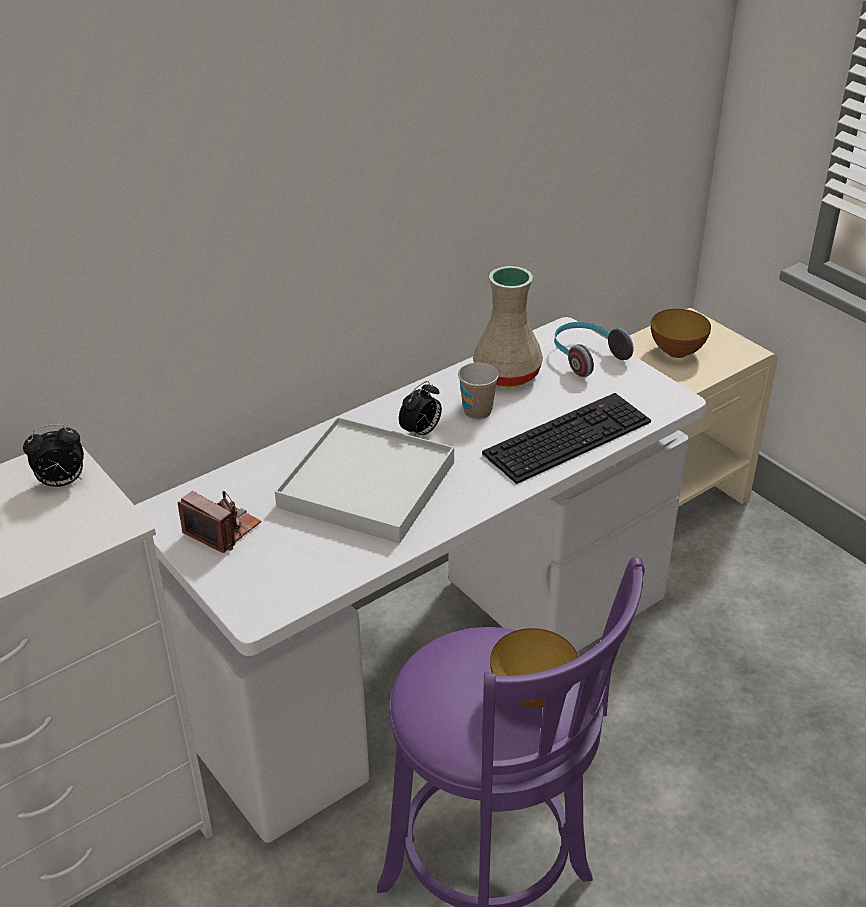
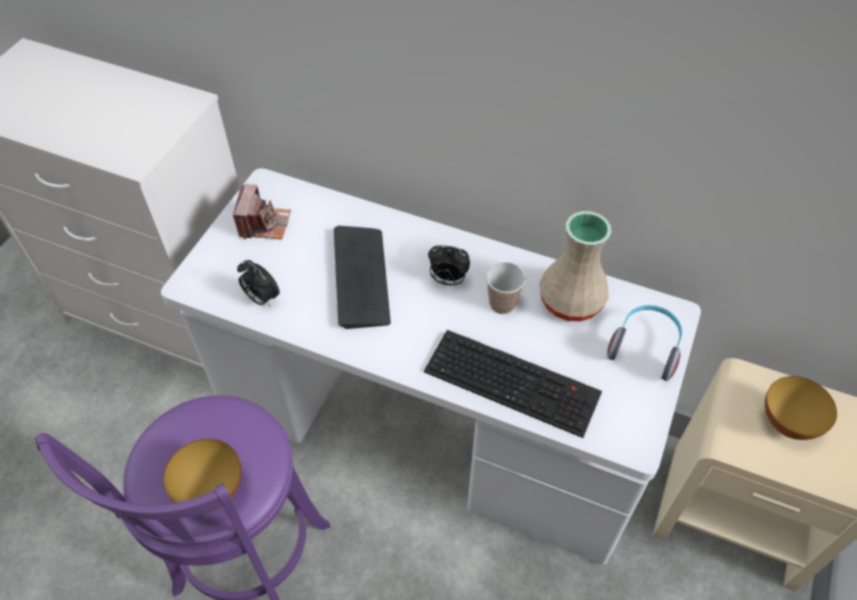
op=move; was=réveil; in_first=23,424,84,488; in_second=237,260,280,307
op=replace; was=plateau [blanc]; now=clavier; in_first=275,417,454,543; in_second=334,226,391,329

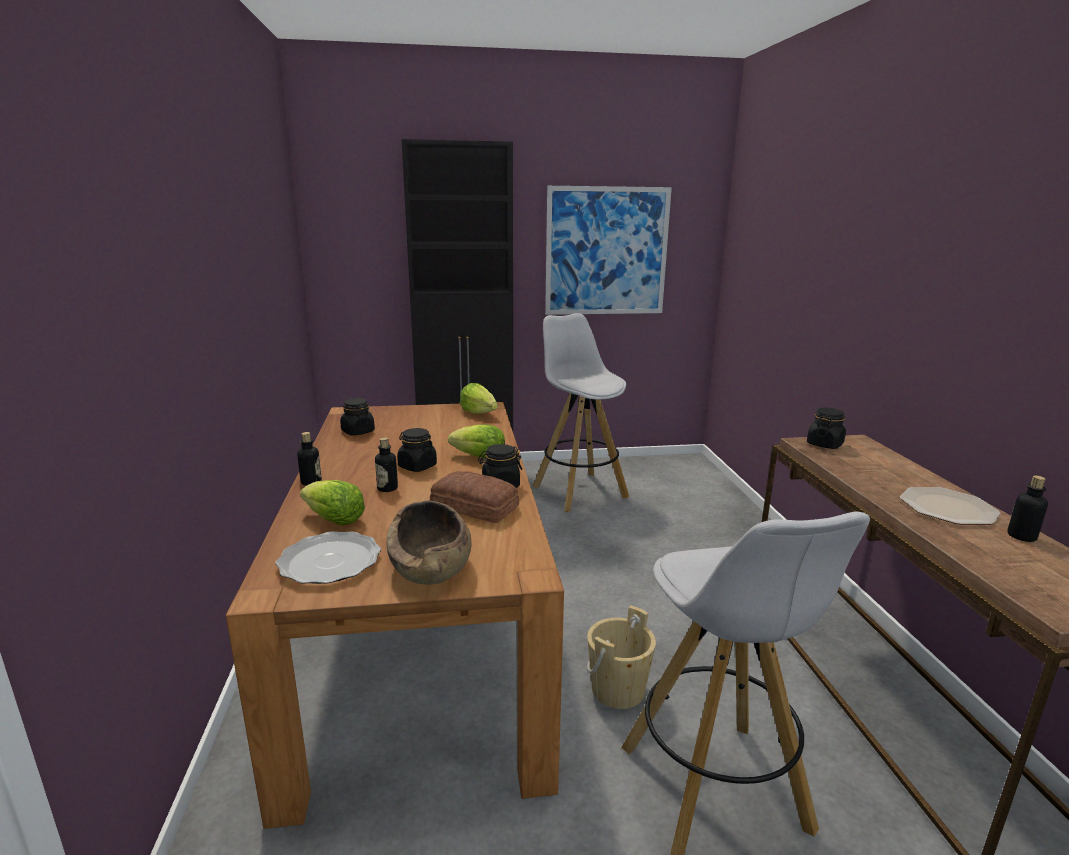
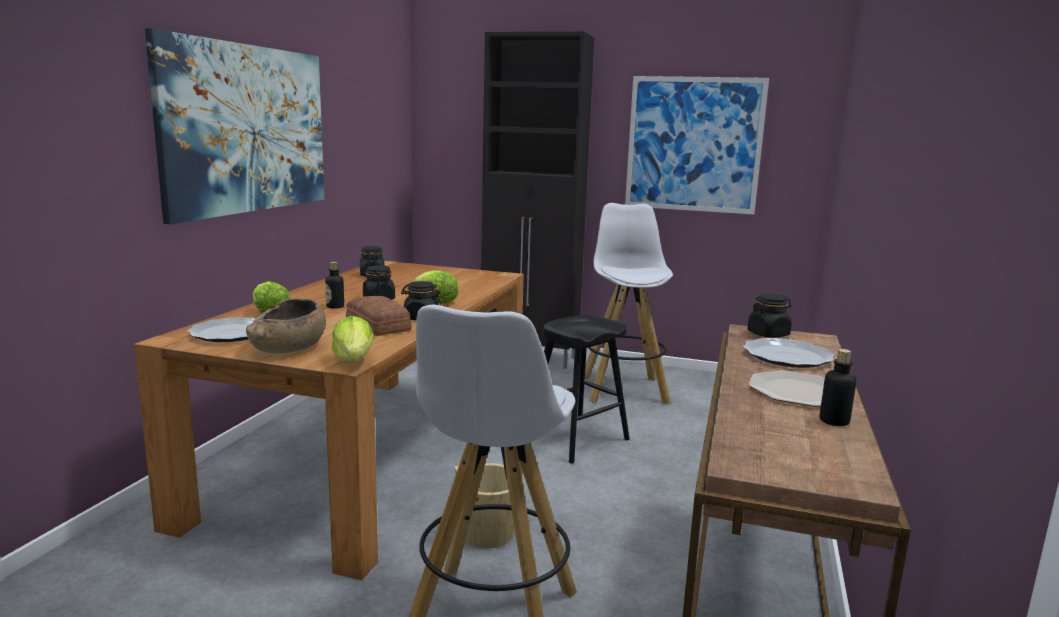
op=insert; now=tableau; in_second=145,28,324,224
op=move; was=laitue; in_first=460,383,498,414; in_second=332,316,374,363
op=insert; now=tabouret [noir]; in_second=543,316,629,464
op=insert; now=assiette; in_second=743,338,835,368
op=delete; was=bouteille; in_first=297,432,322,486

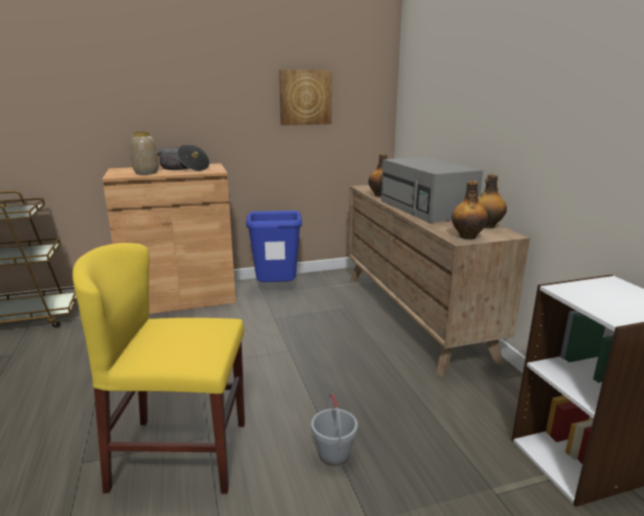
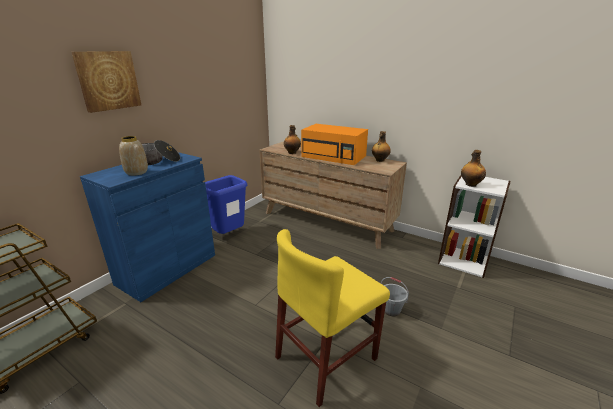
op=move; was=tableau; in_first=279,70,332,125; in_second=72,51,141,113
op=recolor; was=meuble de rangement [marron]; now=meuble de rangement [bleu]; in_first=102,163,236,314; in_second=80,152,215,302
op=recolor; was=micro-ondes [gris]; now=micro-ondes [orange]; in_first=381,157,483,223; in_second=301,124,368,165
op=move; was=bouteille; in_first=451,181,488,240; in_second=461,150,486,187

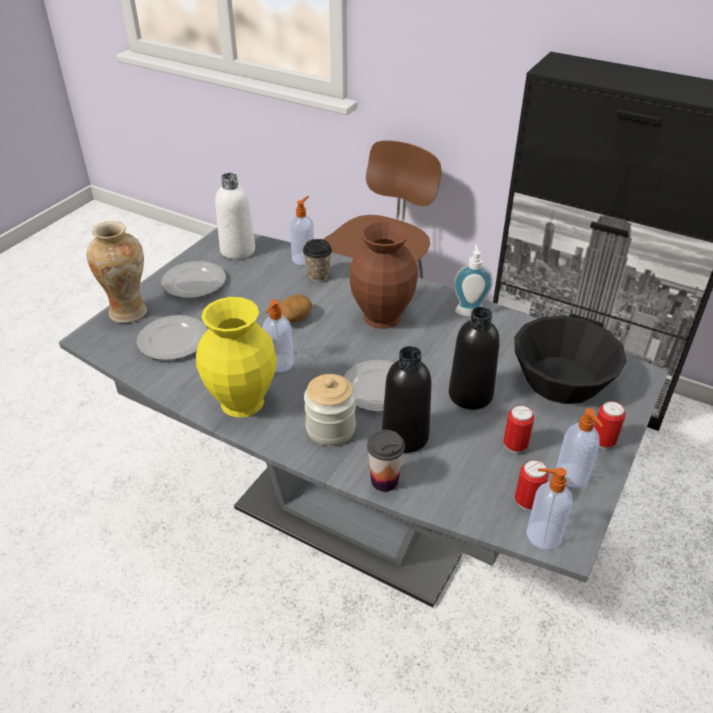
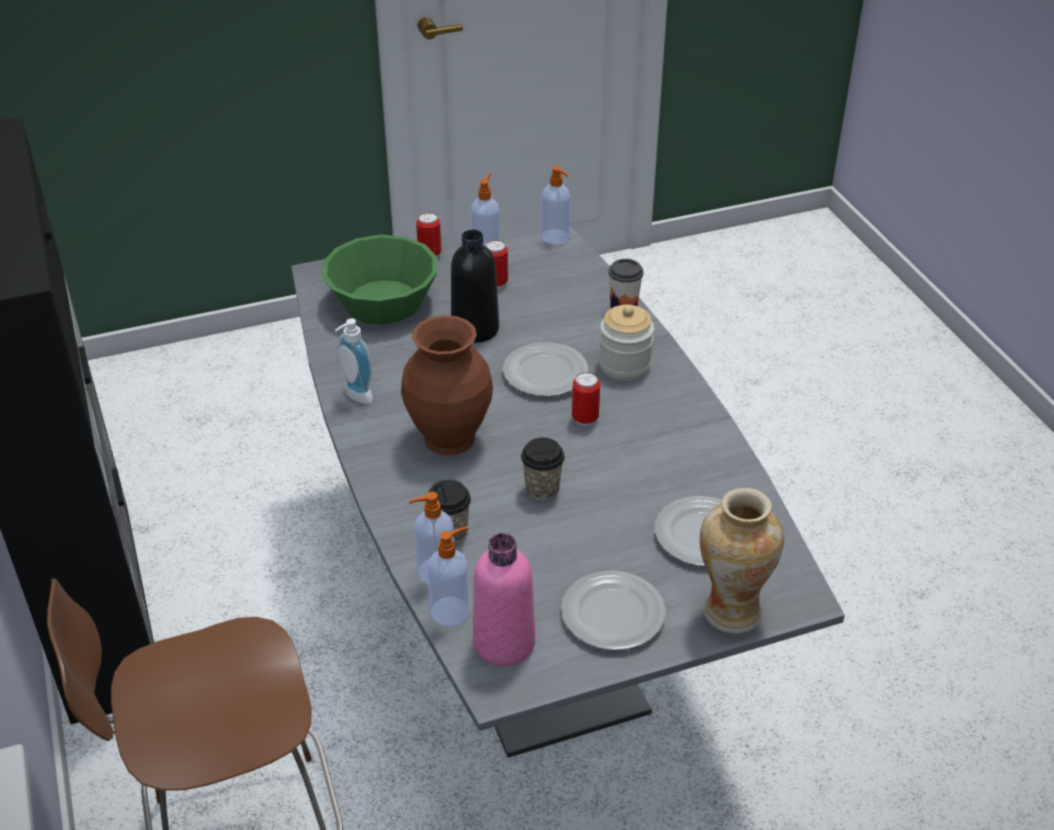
op=recolor; was=bol [noir]; now=bol [vert]; in_first=514,316,627,404; in_second=322,235,438,325
op=move; was=distributeur de savon; in_first=262,299,294,372; in_second=427,526,470,626
op=recolor; was=bouteille [blanc]; now=bouteille [rose]; in_first=215,173,255,260; in_second=473,533,535,666
op=replace; was=pomme de terre; now=tasse; in_first=278,294,312,323; in_second=521,438,565,500
op=move; was=boîte métallique; in_first=515,460,549,510; in_second=572,372,600,426
op=delete; was=vase [jaune]; in_first=196,297,277,418
op=delete; was=bouteille [noir]; in_first=382,346,431,453

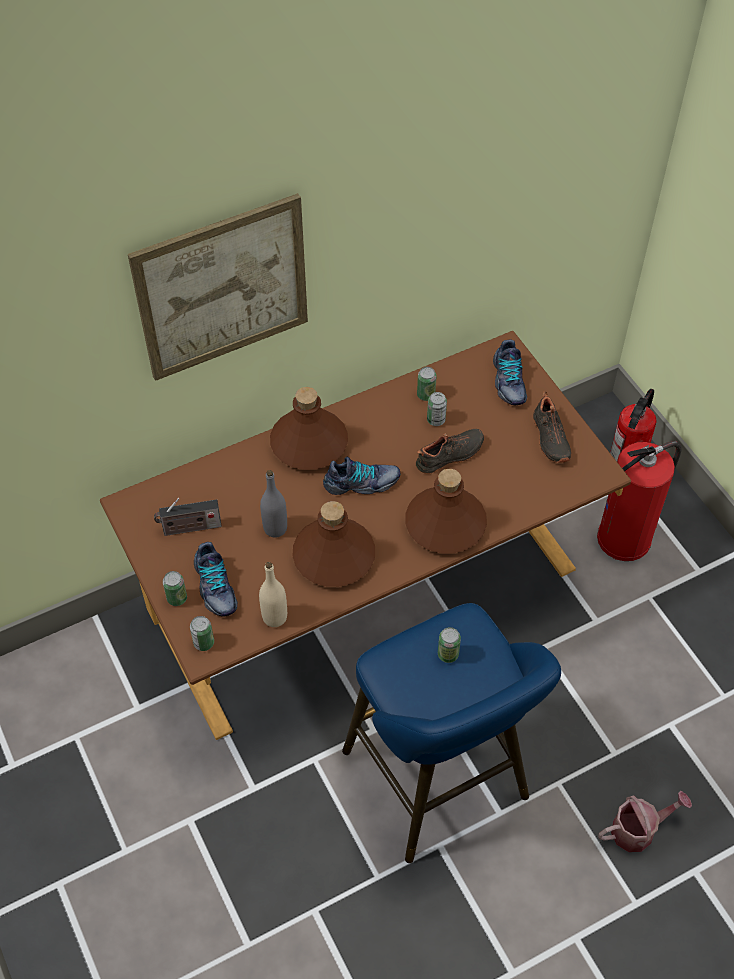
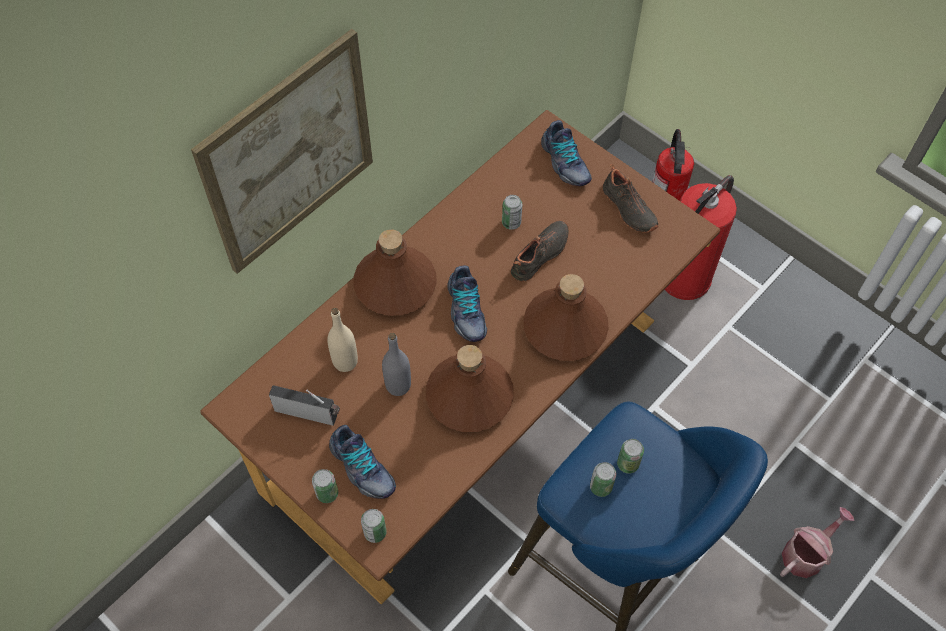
op=rotate; was=radio; in_first=154,498,222,536; in_second=269,385,340,426; clockwise=-135
op=move; was=bouteille [beige]; in_first=259,562,287,627; in_second=327,308,358,372
op=rotate; was=chaussure; in_first=323,457,400,495; in_second=448,265,487,342; clockwise=105
op=move; was=boîte métallique; in_first=417,367,437,401; in_second=590,462,616,497

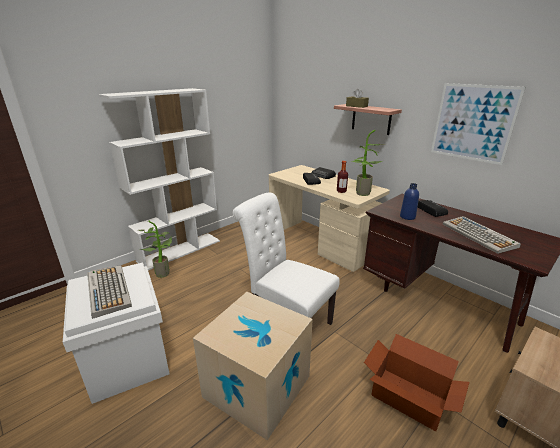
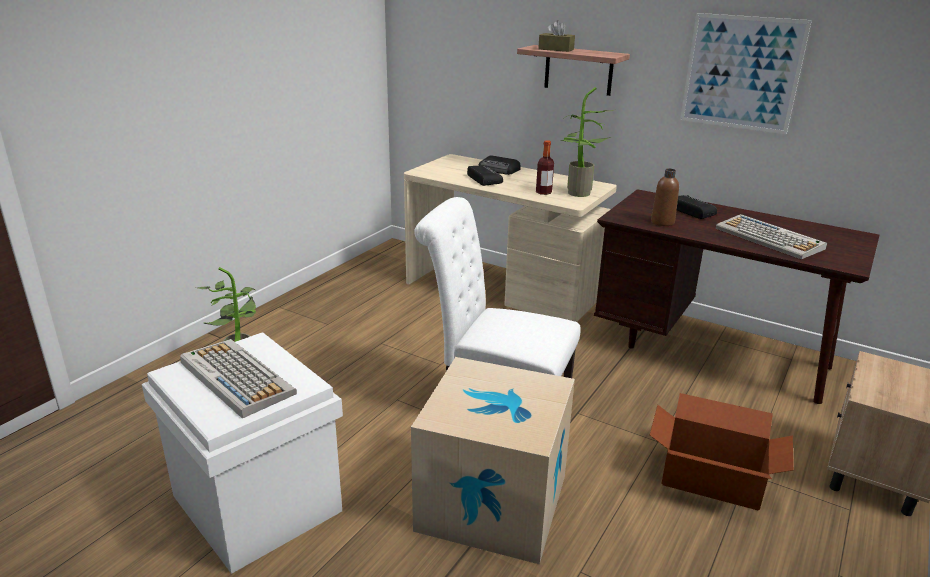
op=recolor; was=bouteille [bleu]; now=bouteille [marron]; in_first=400,183,419,220; in_second=651,169,679,226
op=delete; was=bibliothèque [blanc]; in_first=99,88,220,270

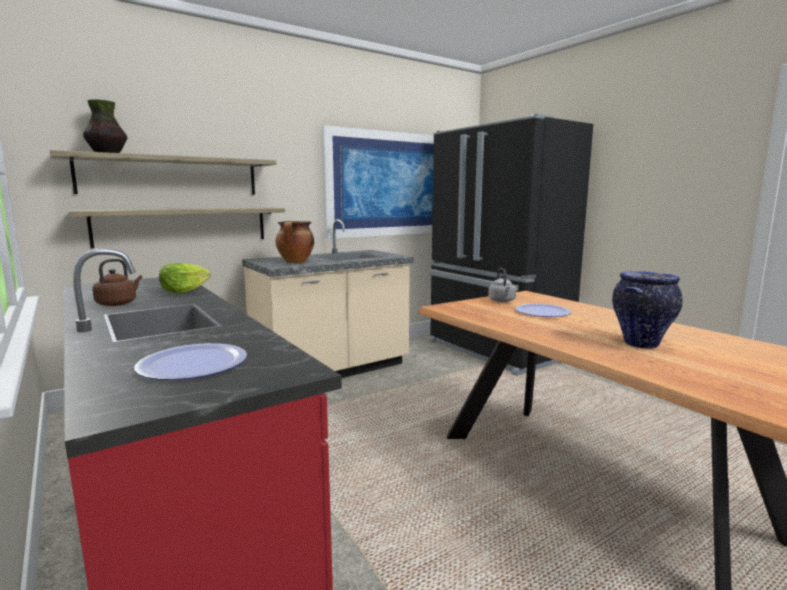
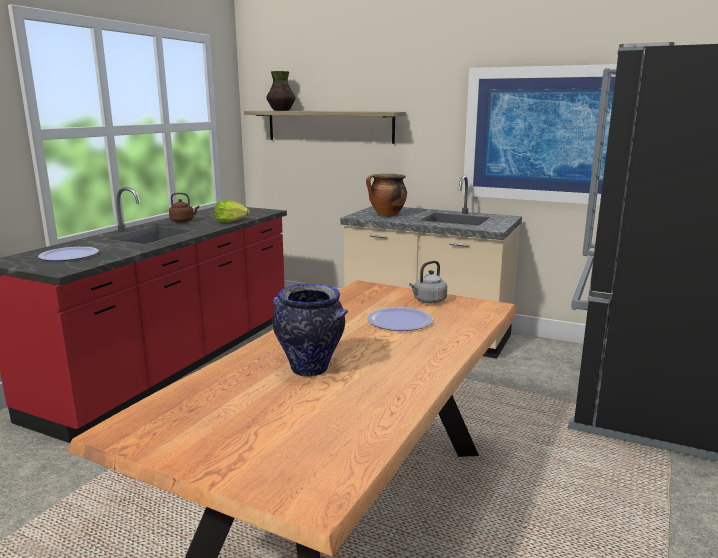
op=delete; was=étagère; in_first=69,208,285,248

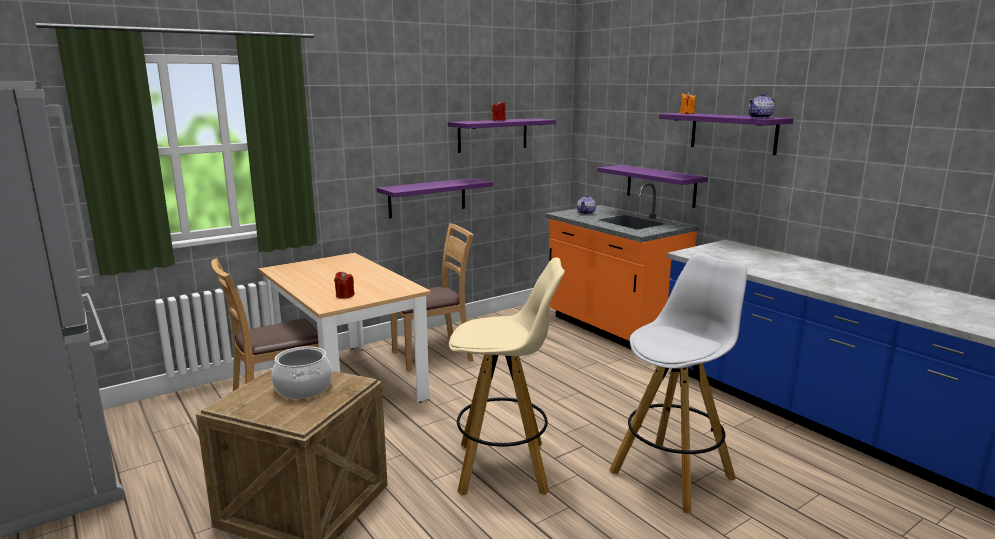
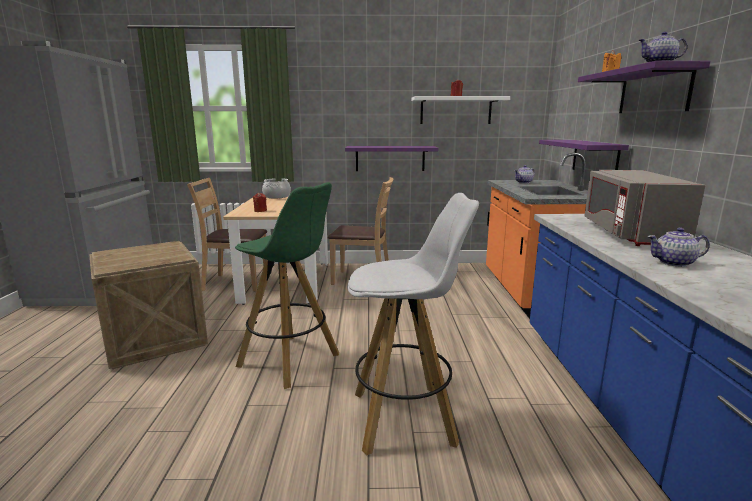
op=recolor; was=tabouret [beige]; now=tabouret [vert]; in_first=449,257,565,496; in_second=235,182,339,389
op=move; was=marmite; in_first=272,346,333,399; in_second=262,178,291,198
op=recolor; was=étagère [violet]; now=étagère [blanc]; in_first=448,118,556,153; in_second=411,96,510,124
op=insert; now=micro-ondes [gris]; in_second=584,170,706,246
op=insert; now=théière; in_second=647,228,710,267

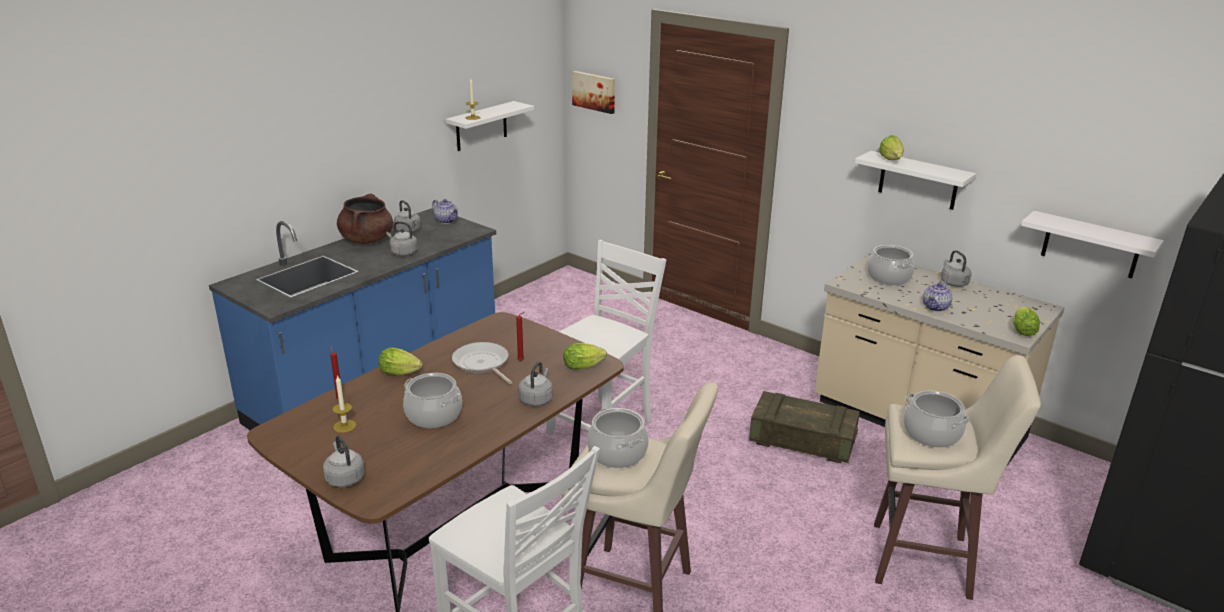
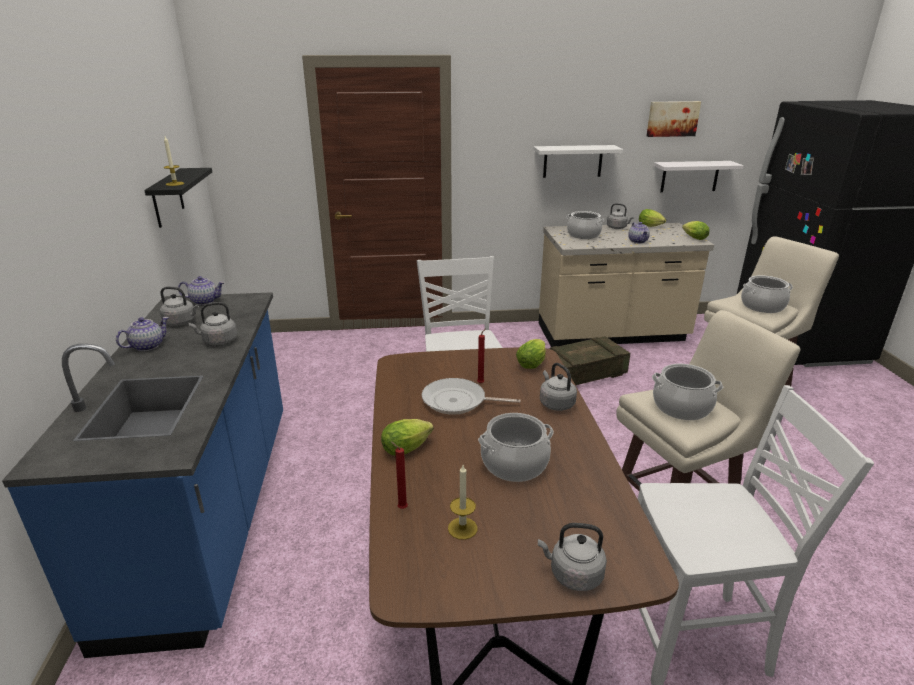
op=replace; was=marmite [marron]; now=théière; in_first=337,194,393,244; in_second=116,317,169,351
op=recolor; was=étagère [blanc]; now=étagère [noir]; in_first=445,101,534,151; in_second=144,168,212,228
op=move; was=laitue; in_first=879,135,904,160; in_second=639,209,666,227
op=move; was=tableau; in_first=572,71,615,114; in_second=646,101,701,137

